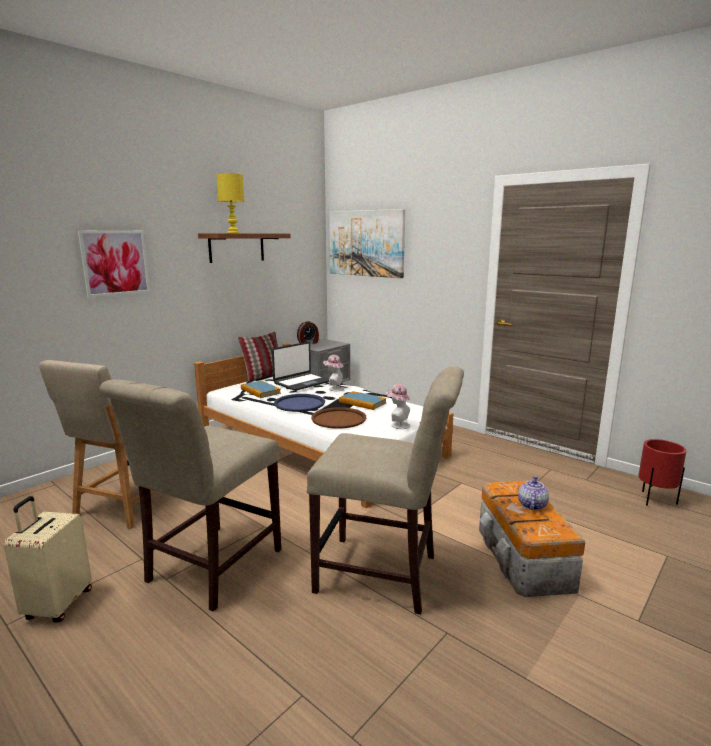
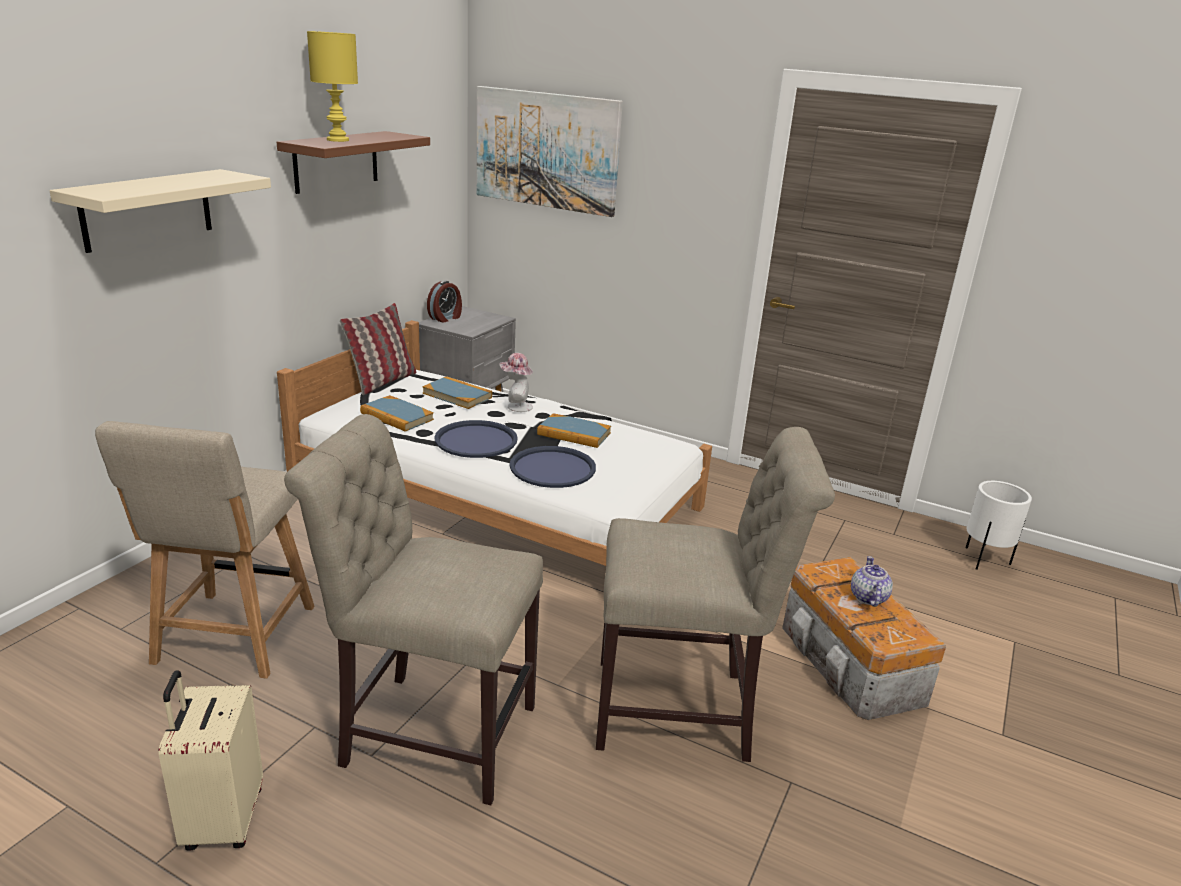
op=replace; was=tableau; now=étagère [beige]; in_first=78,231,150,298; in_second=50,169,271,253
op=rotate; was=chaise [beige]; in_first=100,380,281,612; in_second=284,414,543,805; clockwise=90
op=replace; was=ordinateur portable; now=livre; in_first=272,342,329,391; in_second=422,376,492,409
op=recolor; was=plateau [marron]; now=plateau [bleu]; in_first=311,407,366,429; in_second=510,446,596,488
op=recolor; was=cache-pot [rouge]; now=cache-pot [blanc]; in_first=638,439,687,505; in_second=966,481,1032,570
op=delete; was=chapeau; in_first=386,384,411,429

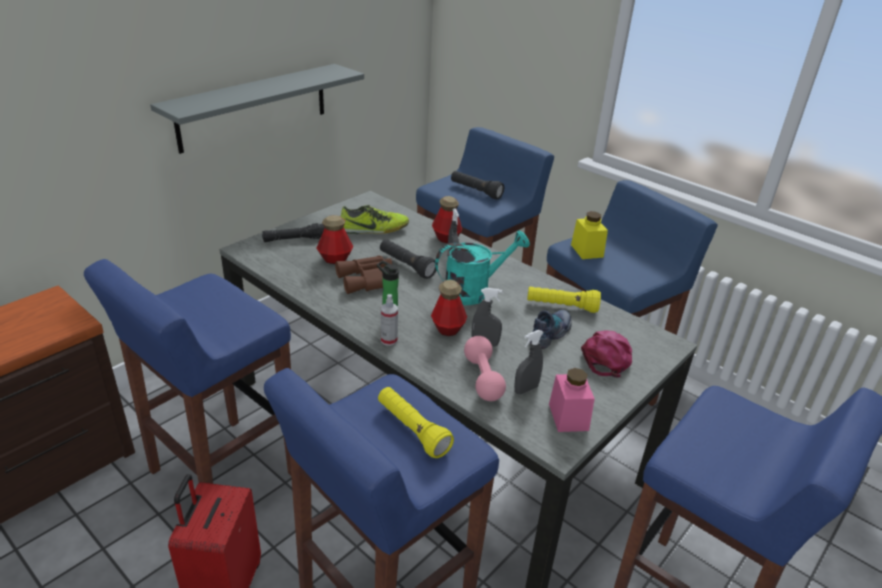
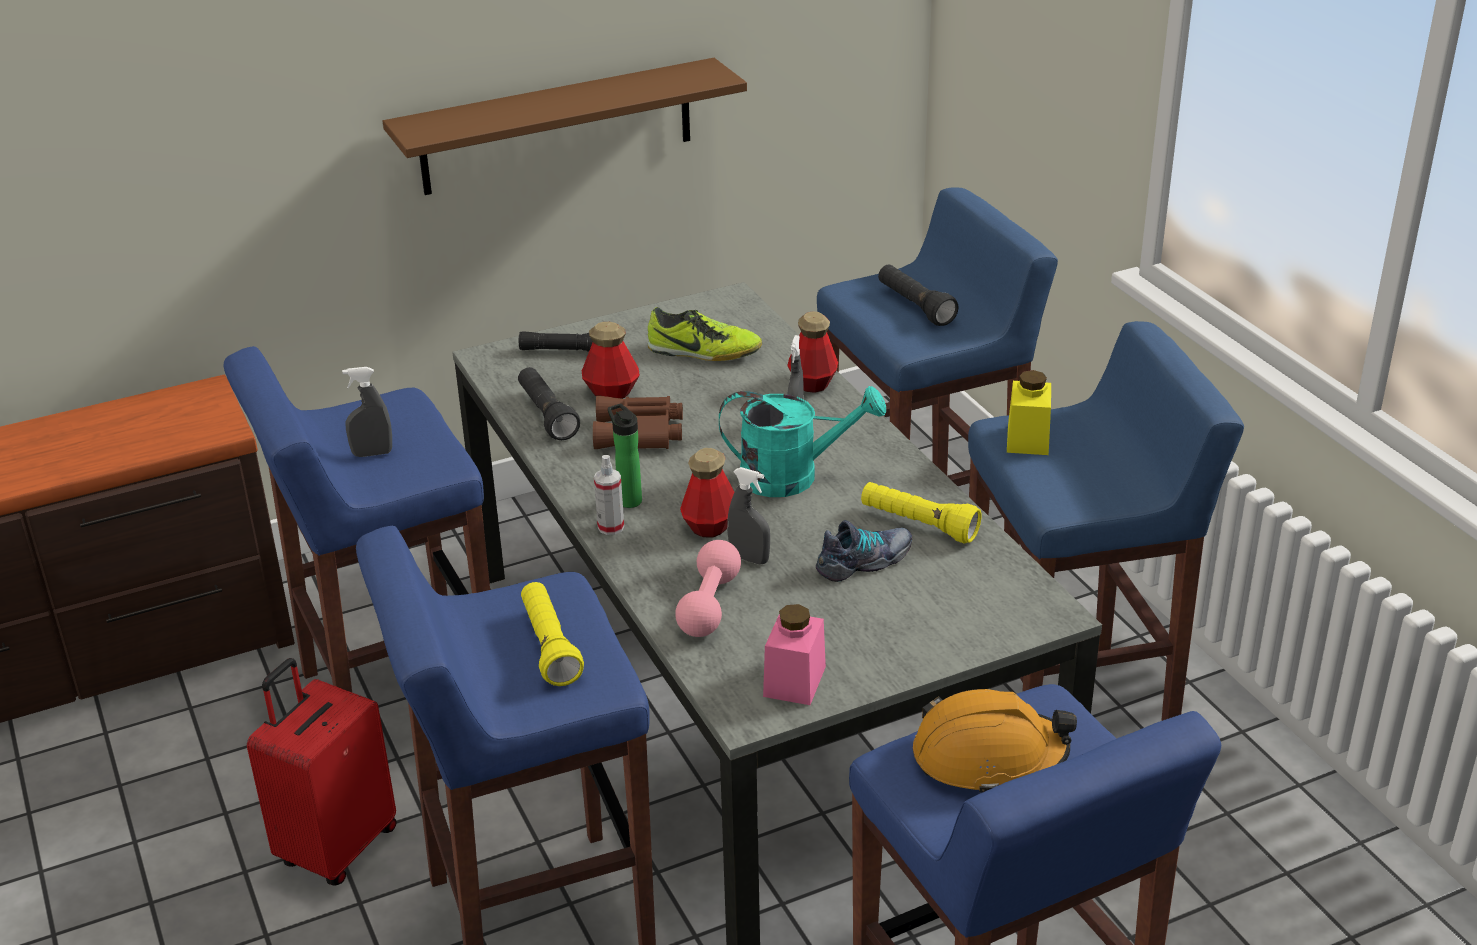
op=move; was=vaporisateur [gris]; in_first=514,330,544,394; in_second=342,367,392,457
op=recolor; was=étagère [gris]; now=étagère [marron]; in_first=150,64,364,154; in_second=383,58,747,195
op=move; was=lampe de poche [noir]; in_first=380,239,436,279; in_second=518,367,580,440
op=insert; now=casque de chantier [orange]; in_second=913,689,1077,792
op=delete; was=casquette [rose]; in_first=581,330,632,377

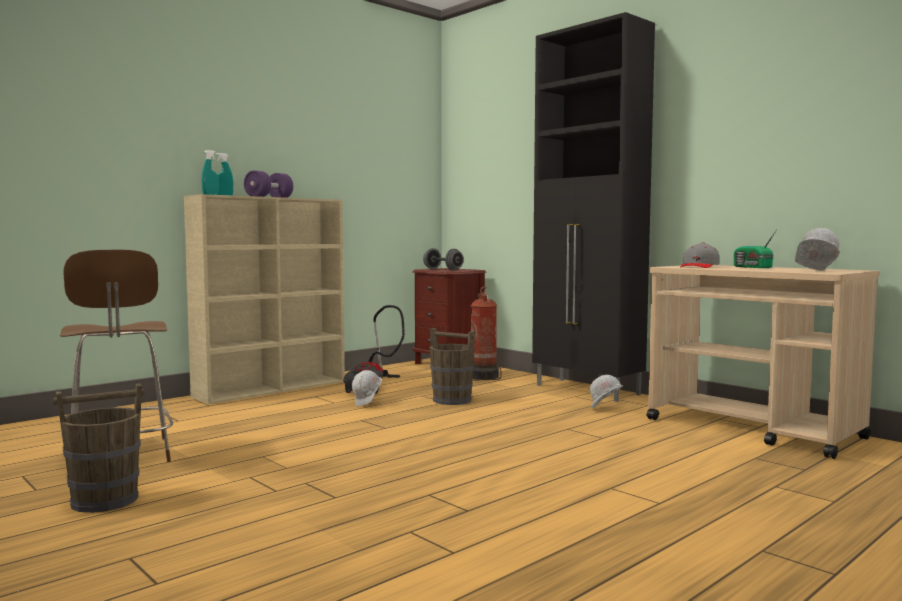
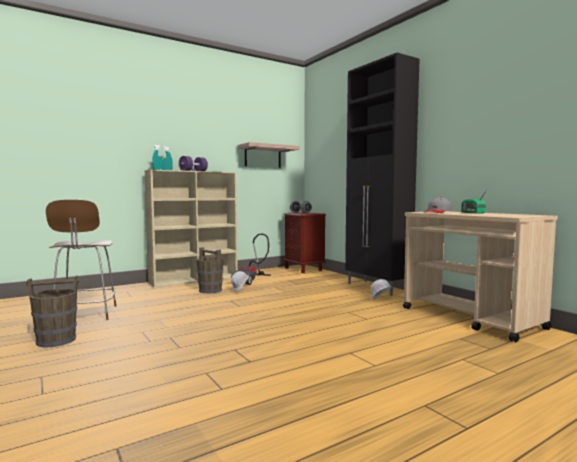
op=move; was=seau [marron]; in_first=430,328,475,405; in_second=196,247,223,293
op=insert; now=étagère; in_second=238,142,299,168
op=delete; was=extincteur; in_first=471,287,502,381
op=delete; was=casque de chantier [blanc]; in_first=795,228,839,271

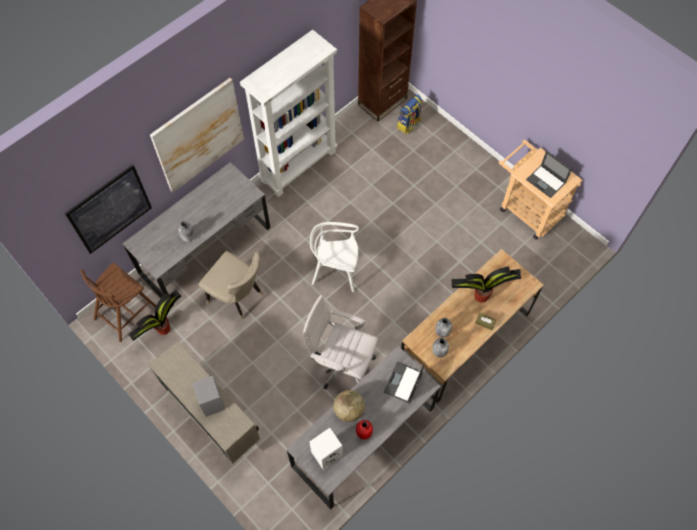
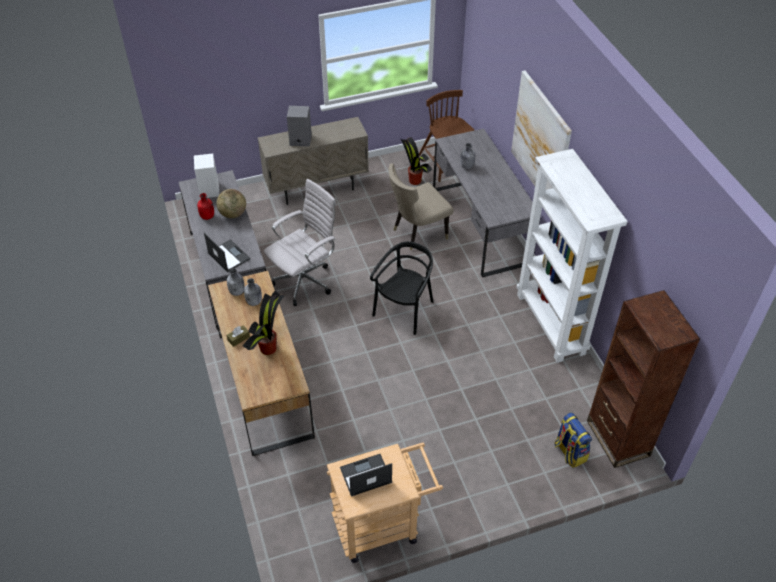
op=recolor; was=chaise [blanc]; now=chaise [noir]; in_first=310,222,359,292; in_second=370,241,433,335
op=delete; was=tableau; in_first=65,165,152,254

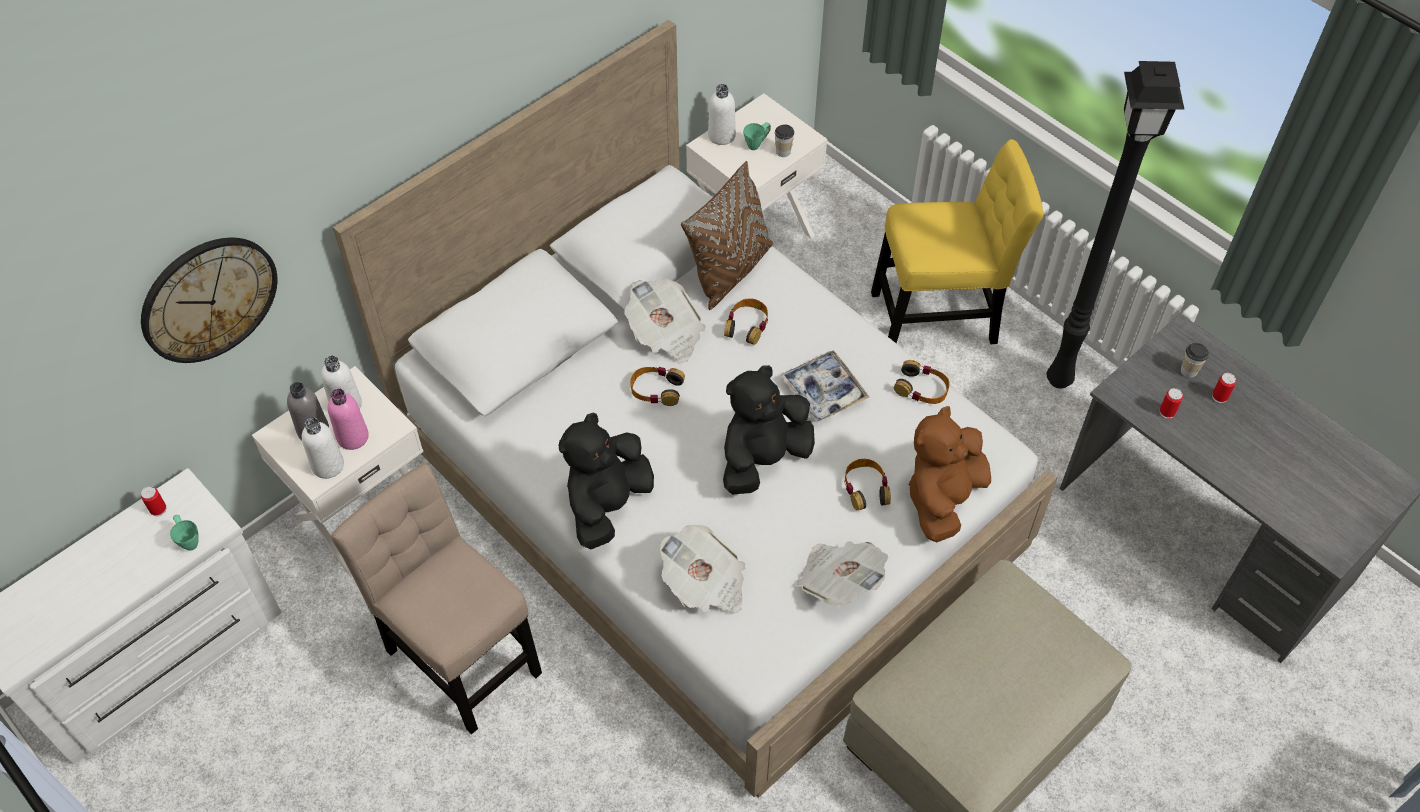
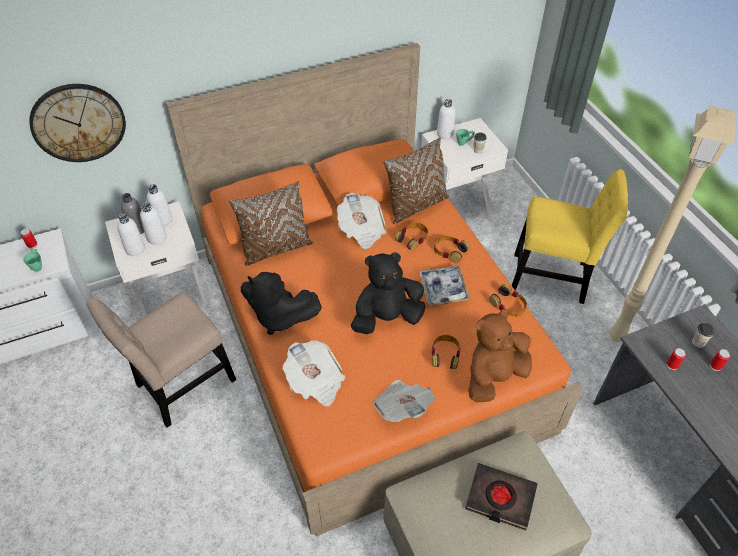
op=rotate; was=chaise [beige]; in_first=331,463,542,734; in_second=86,292,236,427; clockwise=-105
op=recolor; was=bouteille [rose]; now=bouteille [blanc]; in_first=328,388,369,450; in_second=140,202,166,244
op=recolor; was=lit [blanc]; now=lit [orange]; in_first=333,20,1058,798; in_second=166,43,583,536
op=insert; now=coussin [marron]; in_second=229,181,313,266
op=rotate; was=peluche [noir]; in_first=558,413,654,549; in_second=241,272,322,335; clockwise=-120
op=move; was=casque audio; in_first=630,367,685,406; in_second=434,236,469,263
op=insert; now=livre [noir]; in_second=465,463,538,530
op=recolor; was=lampadaire [noir]; now=lampadaire [beige]; in_first=1047,61,1185,389; in_second=609,105,736,342

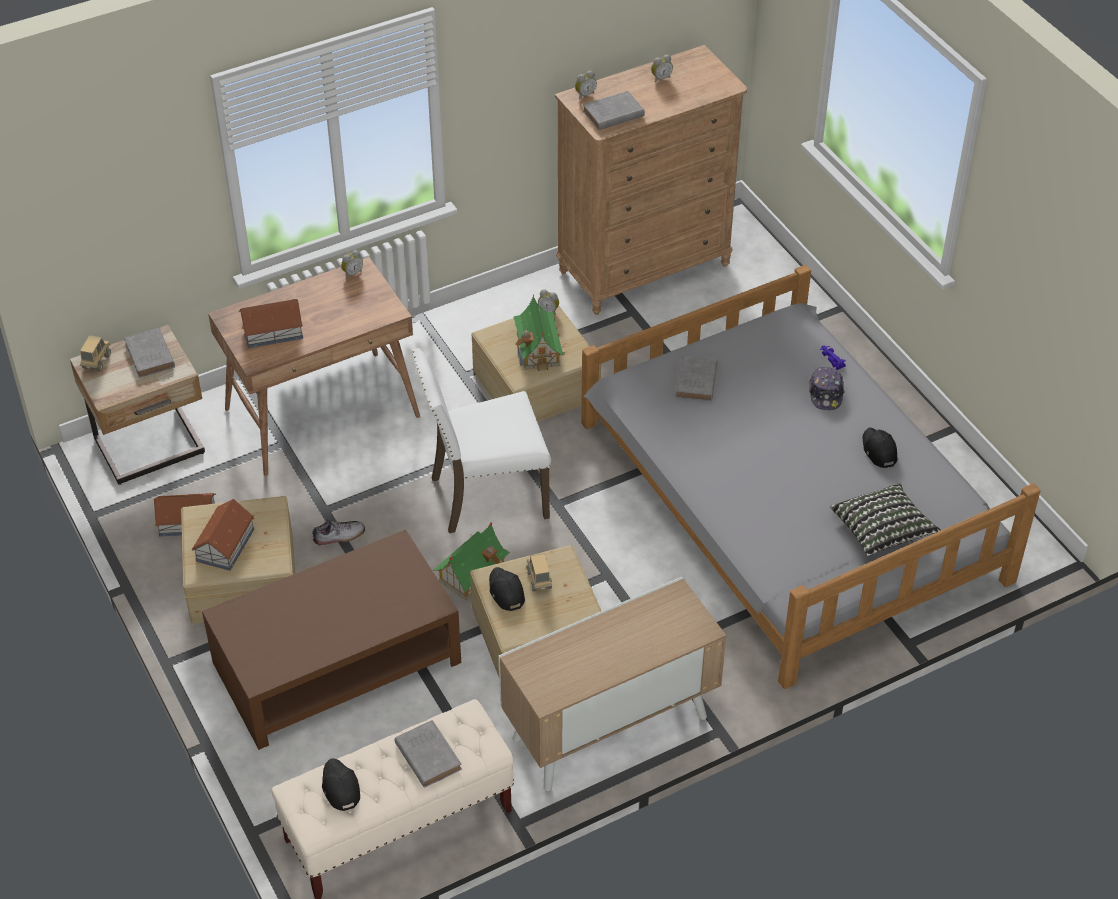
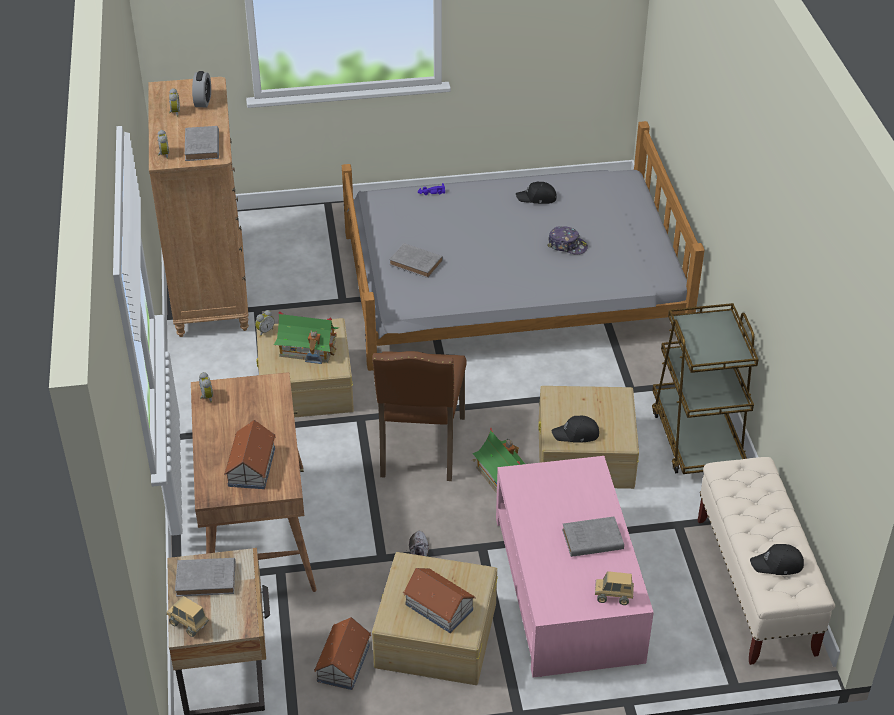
op=insert; now=réveil; in_second=192,71,211,107
op=recolor; was=chaise [blanc]; now=chaise [marron]; in_first=412,348,551,533; in_second=372,351,467,481
op=recolor; was=table basse [marron]; now=table basse [rose]; in_first=202,529,461,750; in_second=496,456,654,678
op=move; was=casquette; in_first=809,367,845,410; in_second=547,226,588,255
op=move; was=livre [gris]; in_first=394,720,462,788; in_second=562,516,624,557
op=move; was=camion jouet; in_first=527,554,552,592; in_second=595,571,634,605
op=replace; was=meuble de rangement; now=chariot [marron]; in_first=498,577,726,791; in_second=652,303,759,474
op=delete; was=coussin; in_first=830,483,941,556

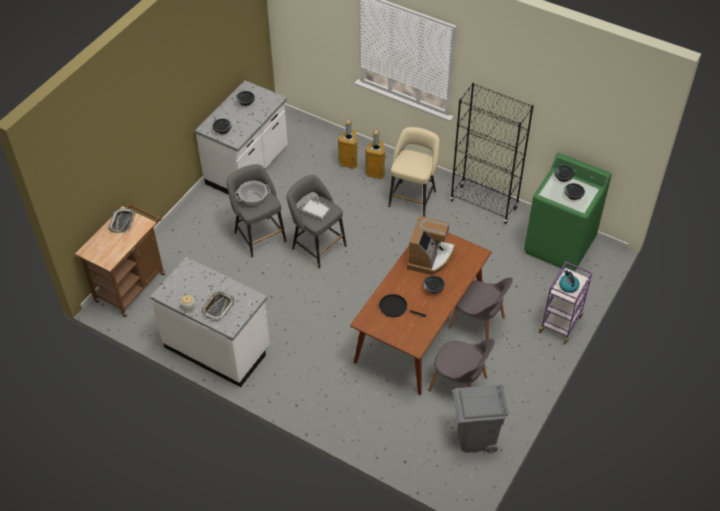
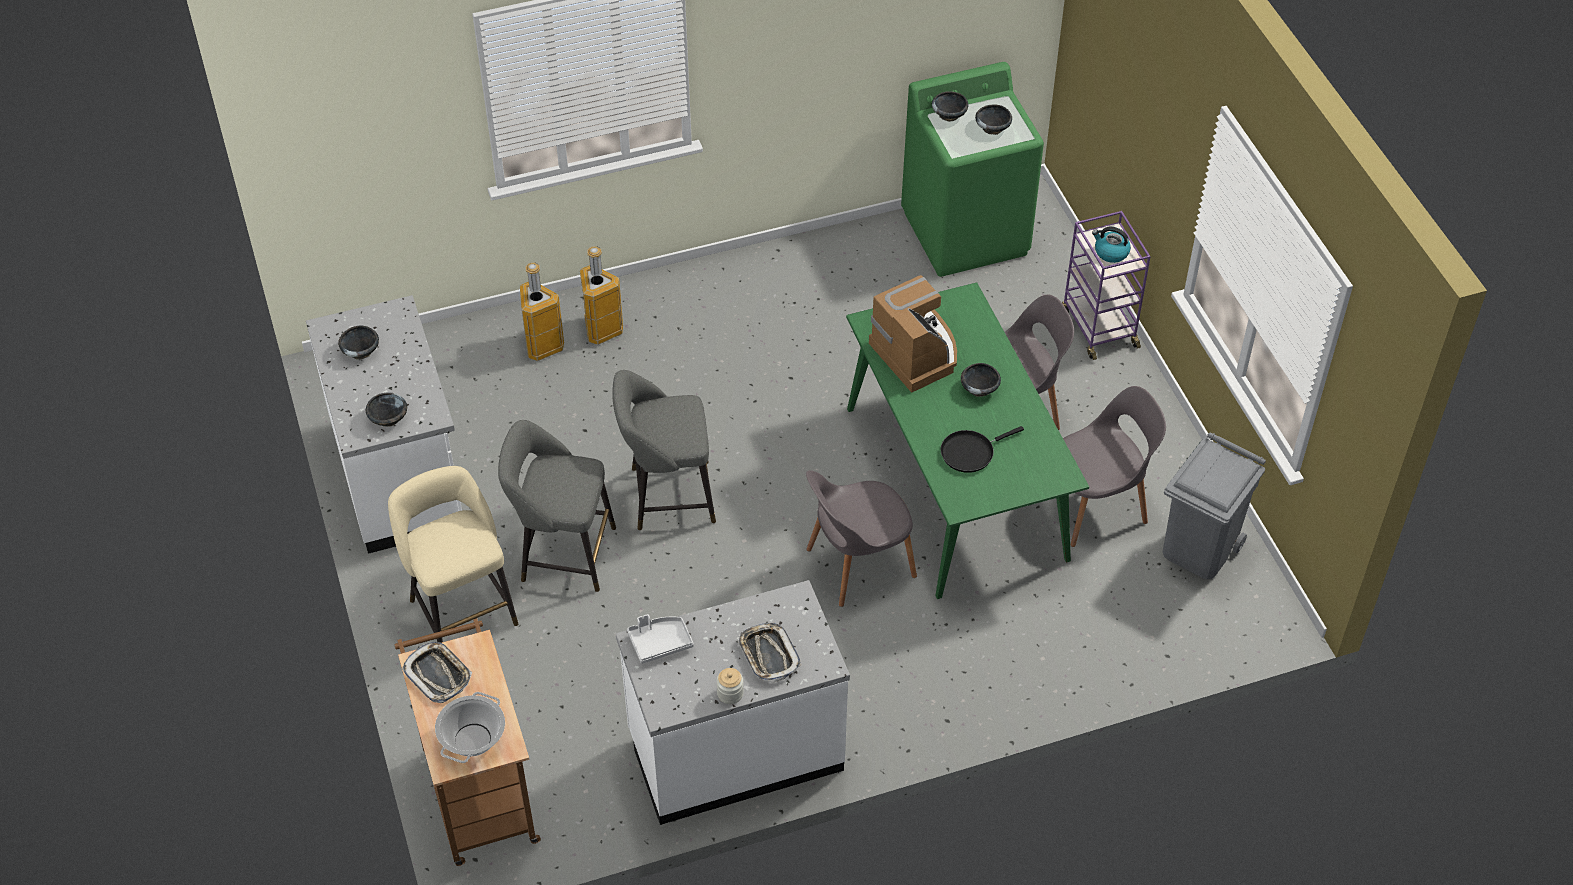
op=move; was=tabouret [beige]; in_first=388,127,440,217; in_second=388,466,518,643
op=move; was=marmite; in_first=235,181,271,205; in_second=435,692,505,763
op=move; was=plateau [gris]; in_first=301,195,330,219; in_second=627,614,694,664
op=insert; now=chaise [gris]; in_second=806,470,917,607
op=recolor; was=table à manger [marron]; now=table à manger [vert]; in_first=350,233,492,395; in_second=846,282,1089,599
op=delete; was=bibliothèque [noir]; in_first=450,83,534,224

